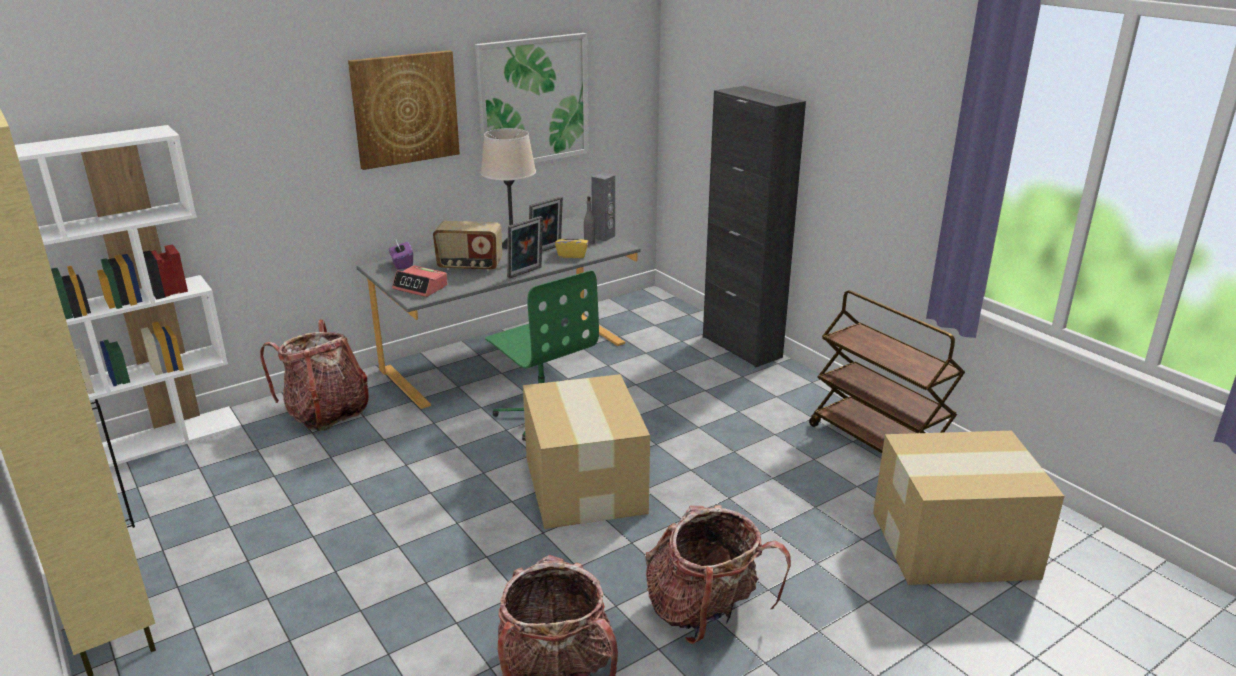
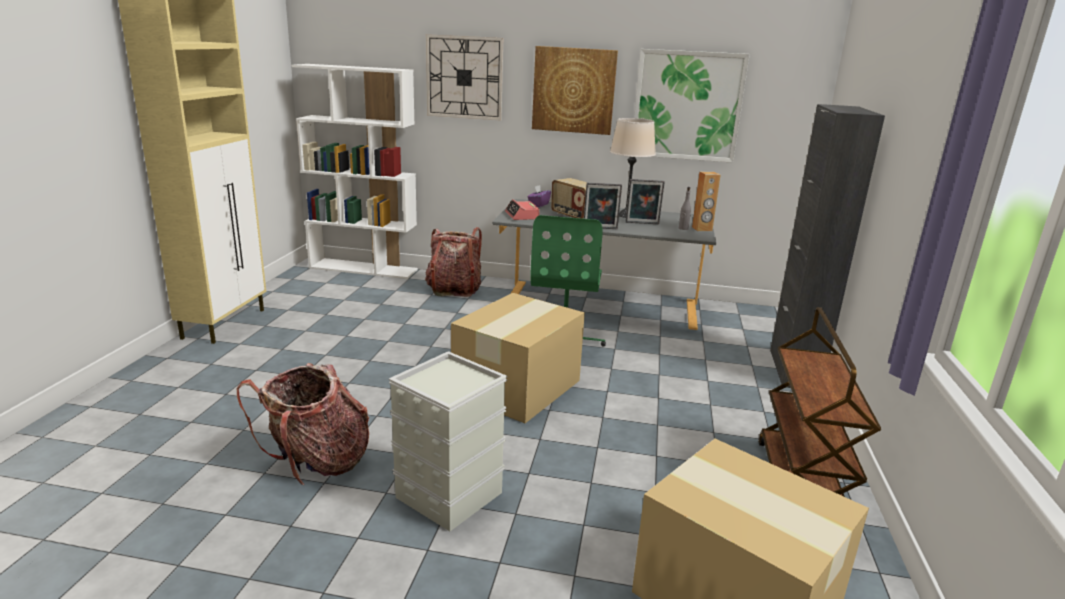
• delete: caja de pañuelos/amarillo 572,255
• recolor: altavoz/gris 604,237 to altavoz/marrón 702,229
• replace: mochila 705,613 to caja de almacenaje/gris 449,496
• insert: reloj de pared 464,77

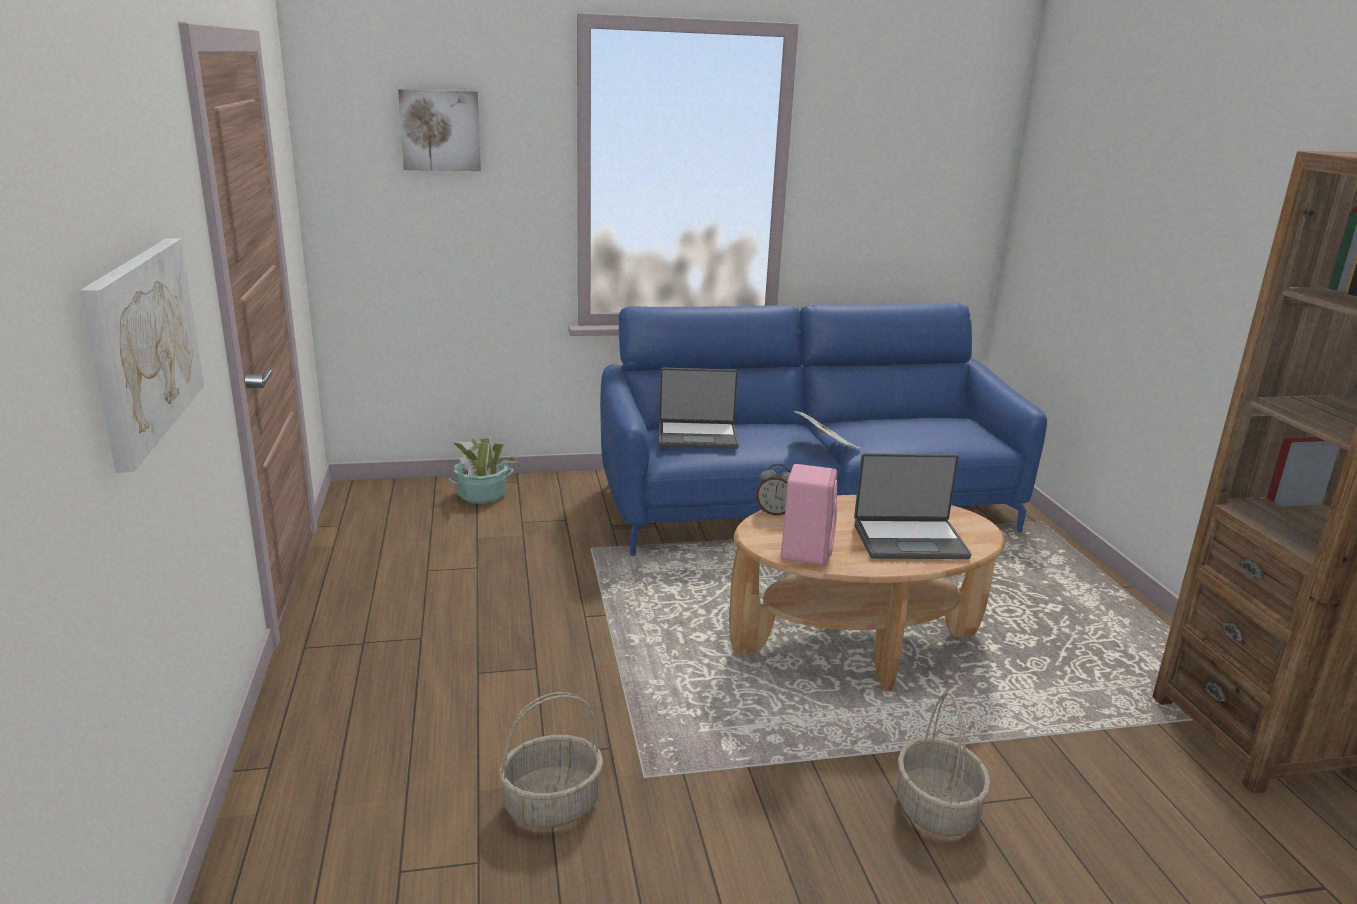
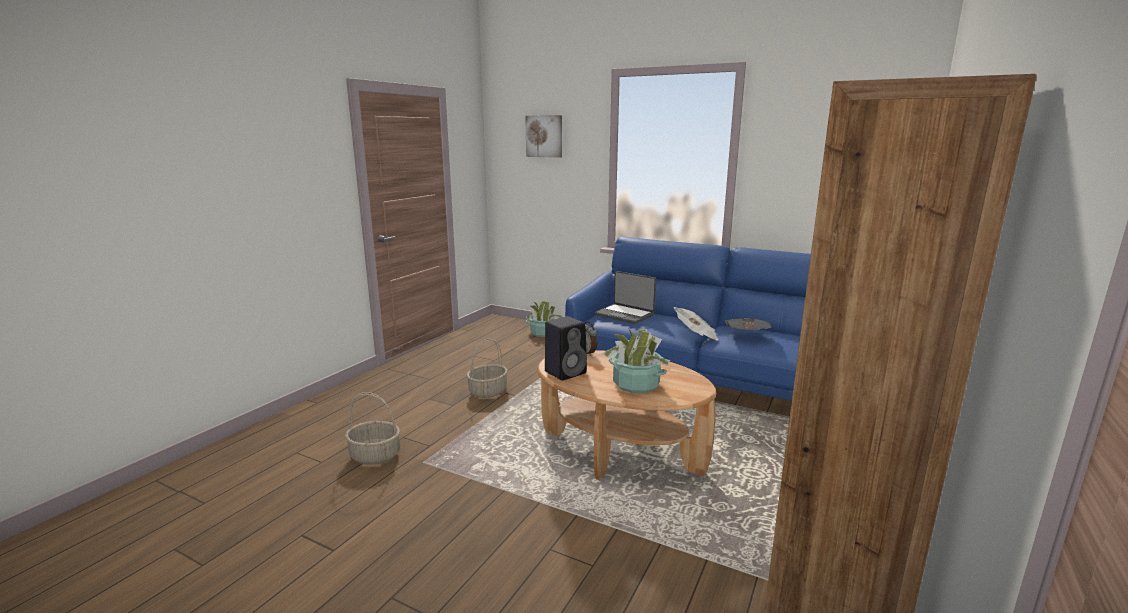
• delete: cuadro 142,345
• recolor: altavoz/rosa 806,551 to altavoz/negro 566,372
• replace: portátil 909,540 to planta en maceta 636,384
• move: cesta 935,808 to 488,391
• insert: periódico 746,336

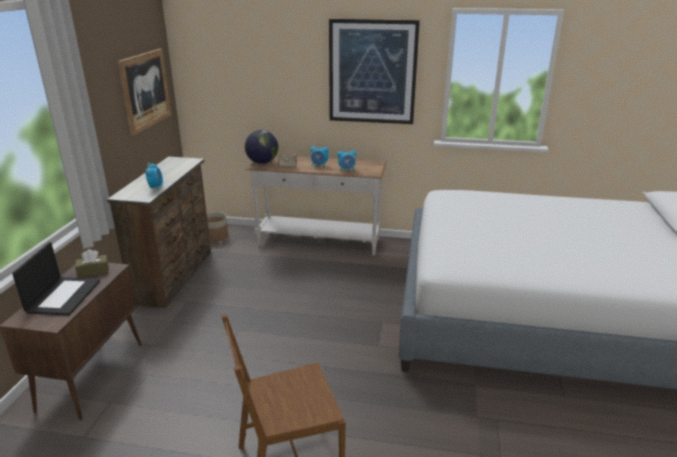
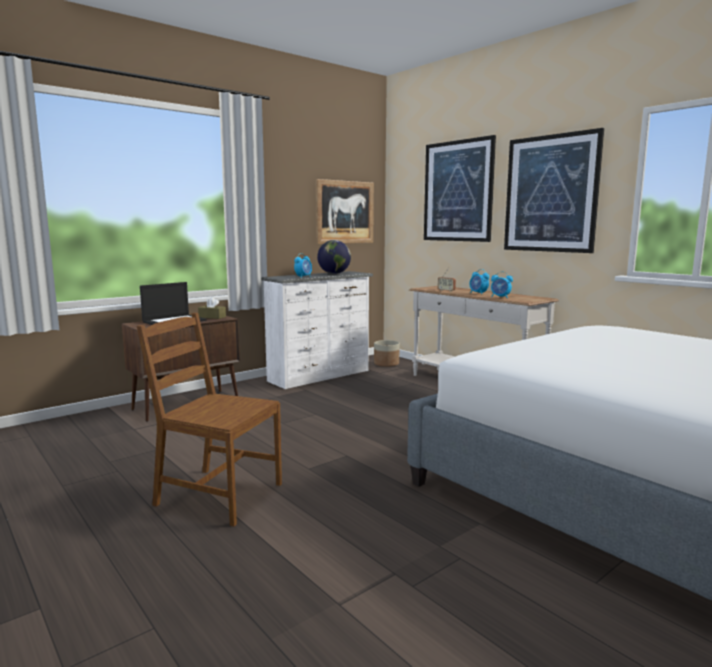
• recolor: cómoda/marrón 176,276 to cómoda/blanco 320,376
• move: globo terráqueo 262,162 to 334,273
• insert: cuadro 458,191

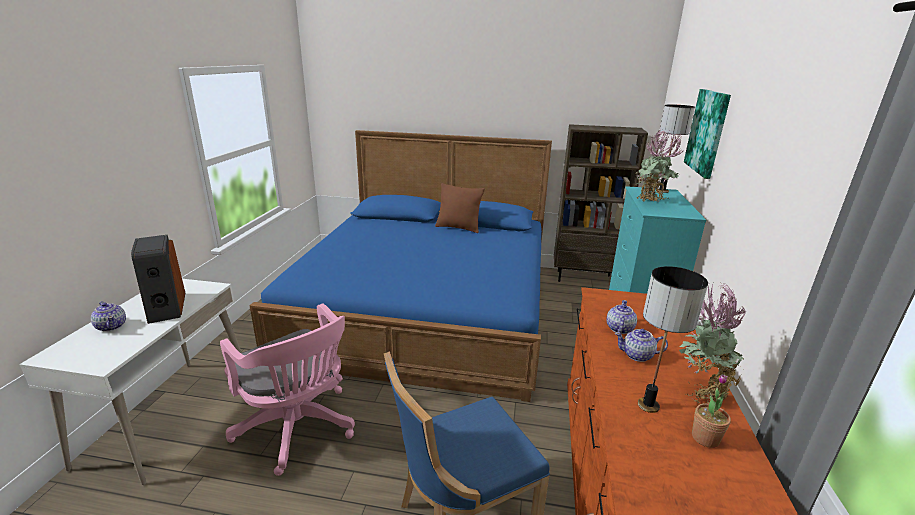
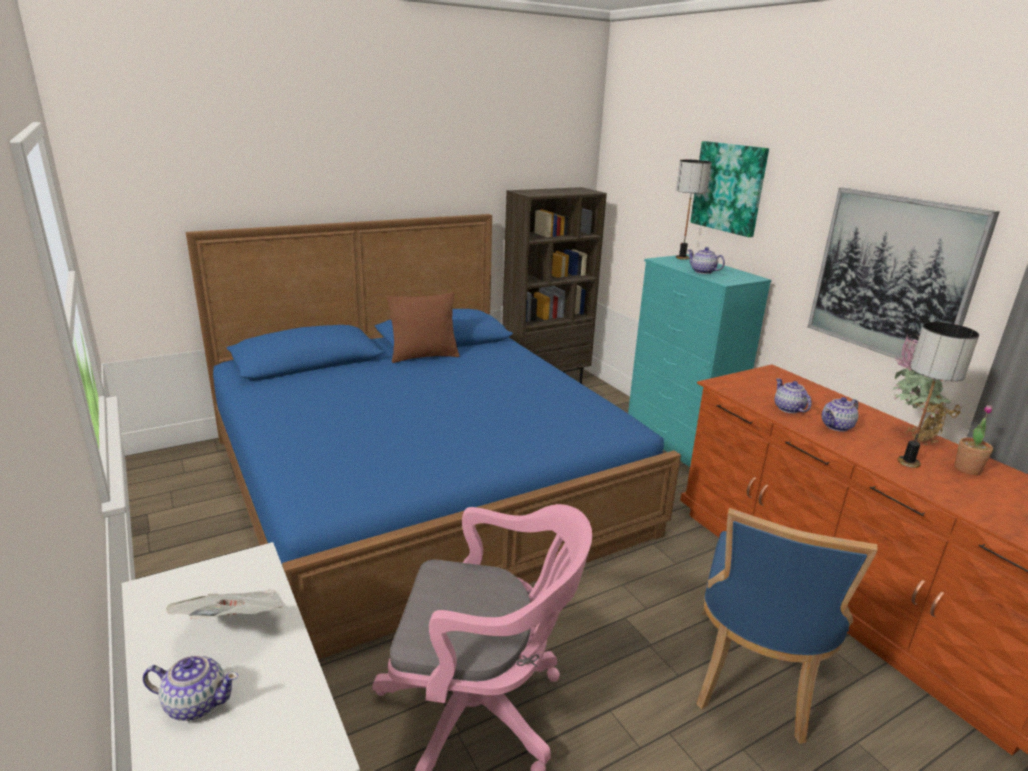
• replace: altavoz 166,307 to periódico 235,625
• replace: planta en maceta 651,202 to tetera 703,272
• insert: cuadro 892,276

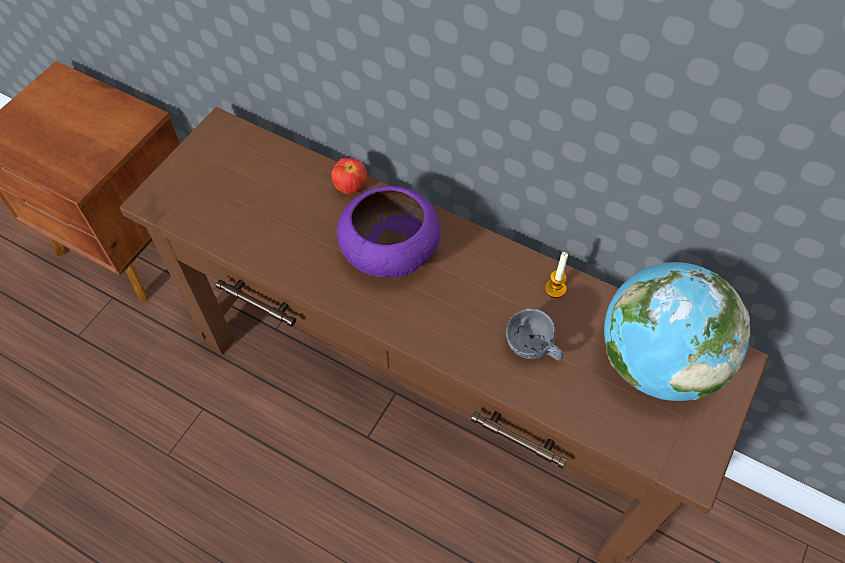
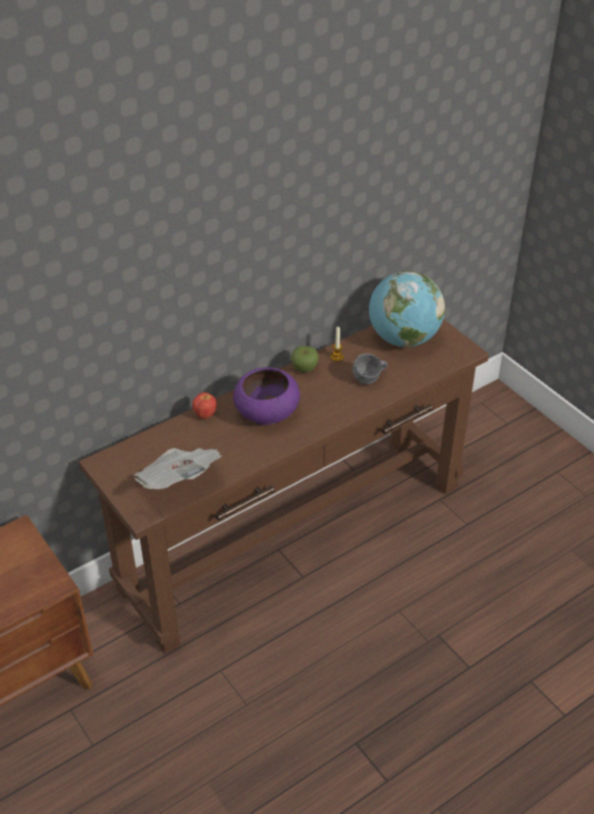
• insert: periódico 178,482
• insert: manzana 304,369

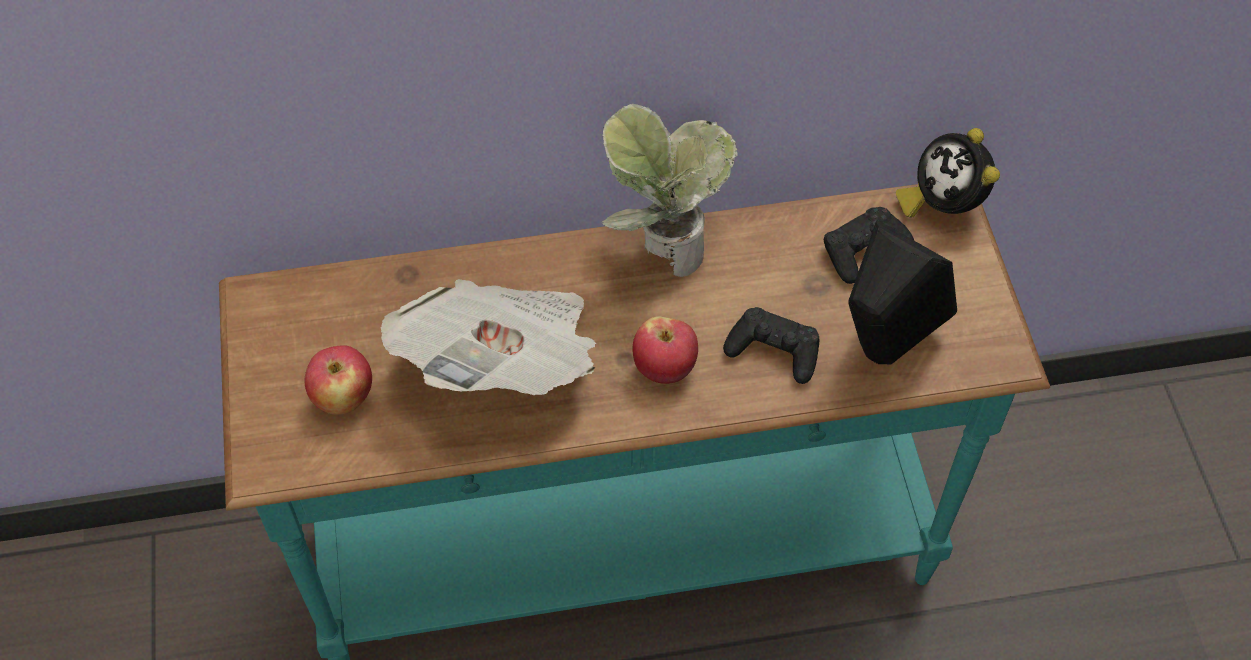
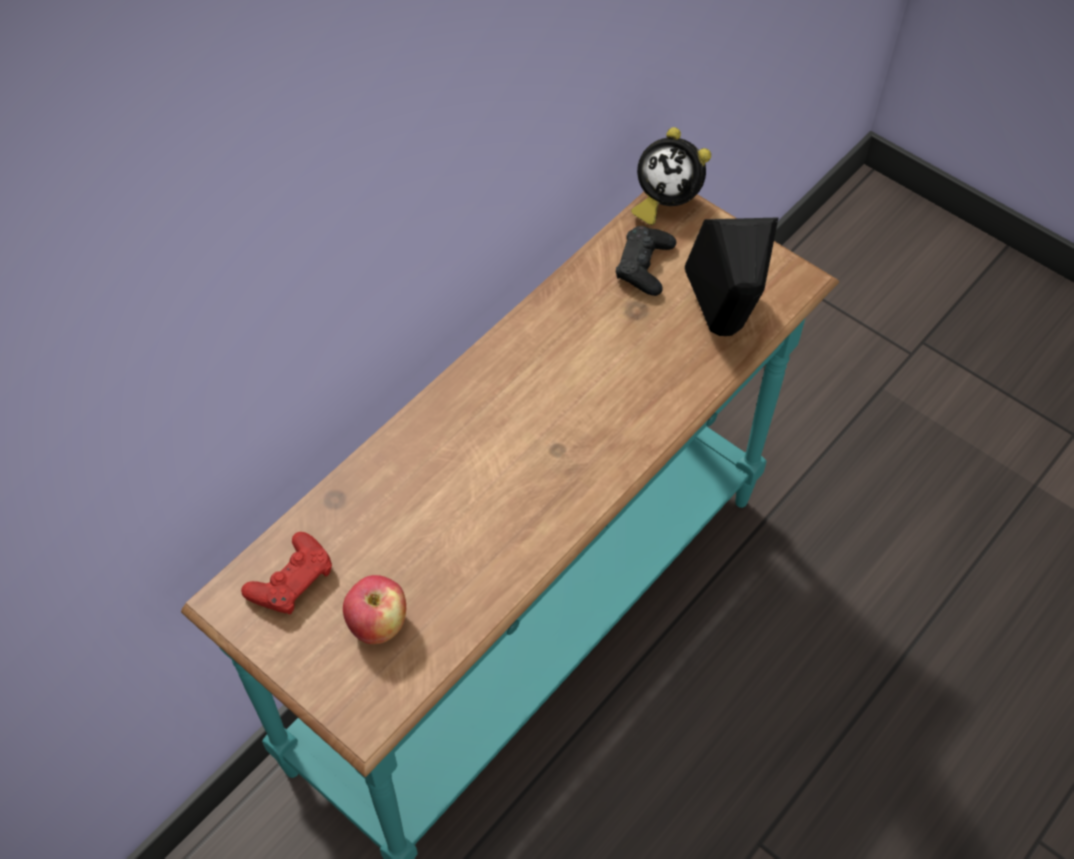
• delete: periódico 503,364
• delete: planta en maceta 660,248
• delete: manzana 665,368
• delete: mando de consola/negro 774,350
• insert: mando de consola/rojo 291,580

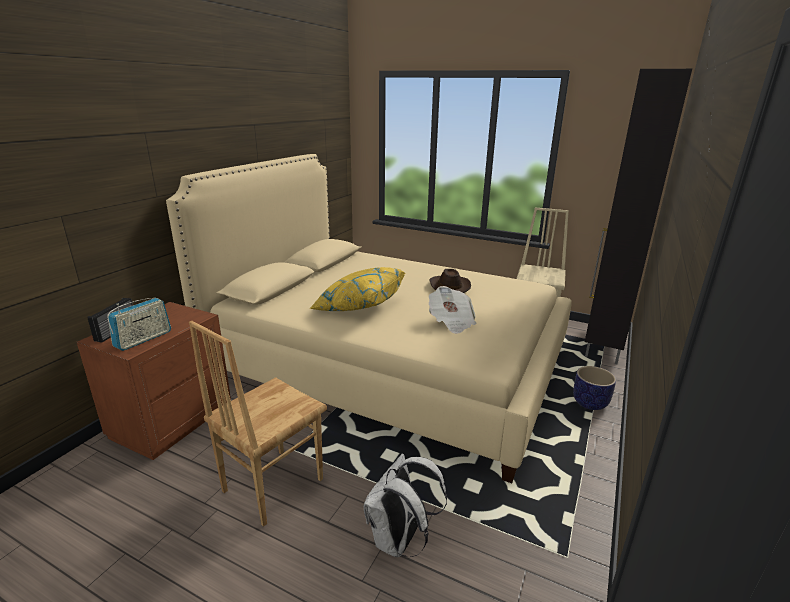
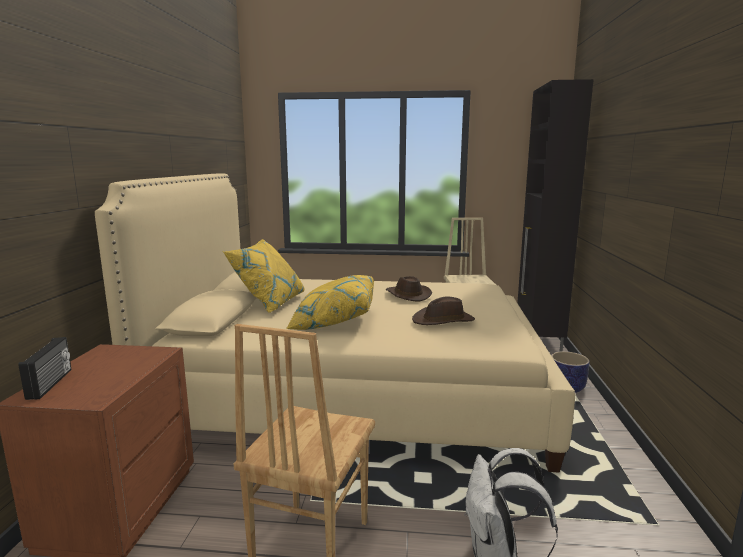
• delete: radio 143,339
• replace: periódico 451,322 to sombrero/marrón 443,320
• insert: cojín/amarillo 269,303

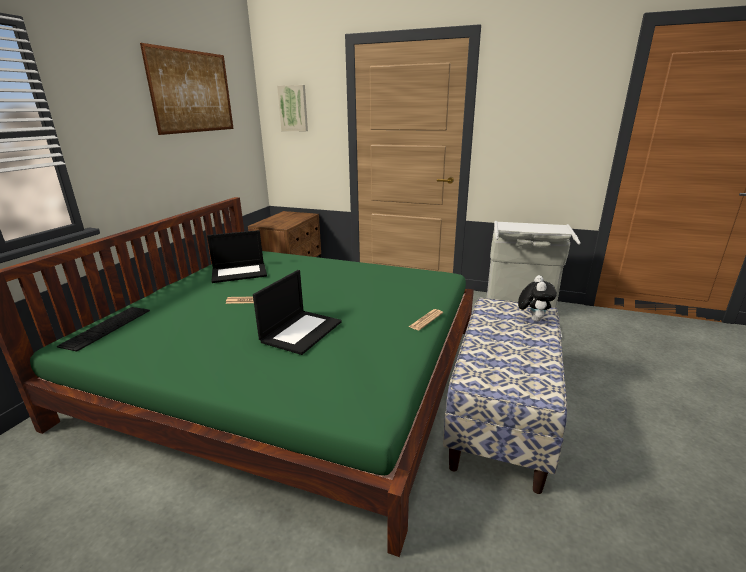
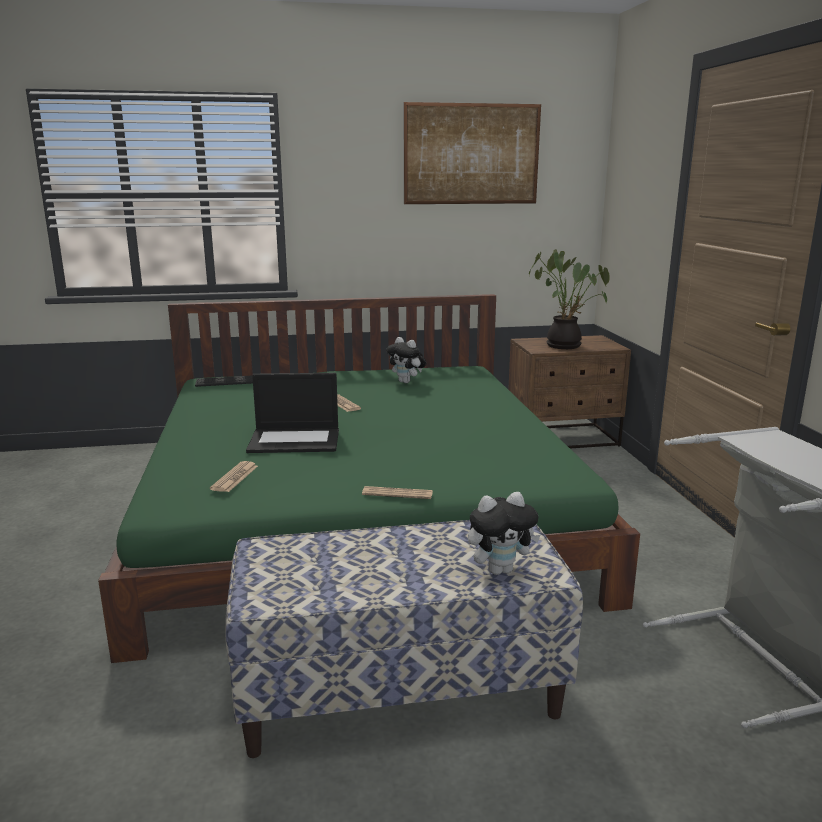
• replace: portátil 240,272 to peluche 407,382
• delete: cuadro 293,108
• insert: periódico 235,477
• insert: planta en maceta 565,345

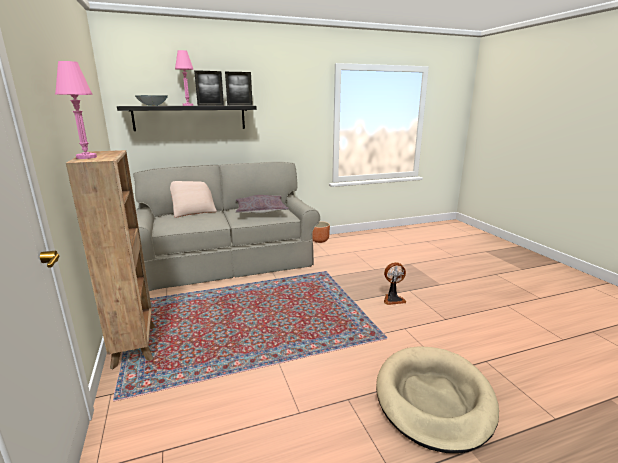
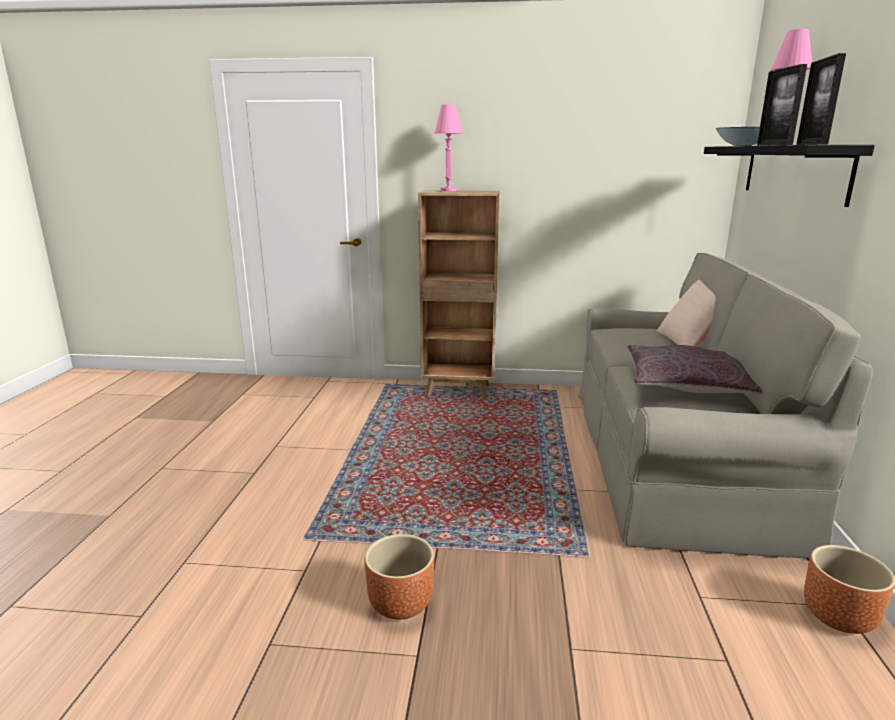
• delete: cama para perro/beis 433,399
• replace: ventilador 393,299 to maceta/marrón 401,604

